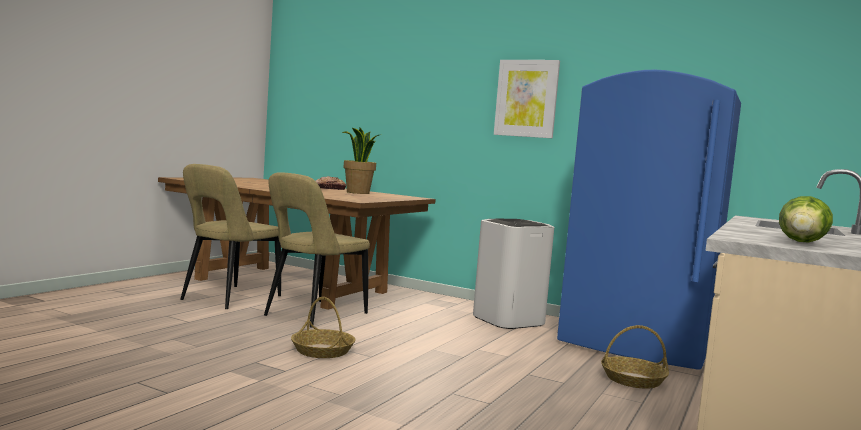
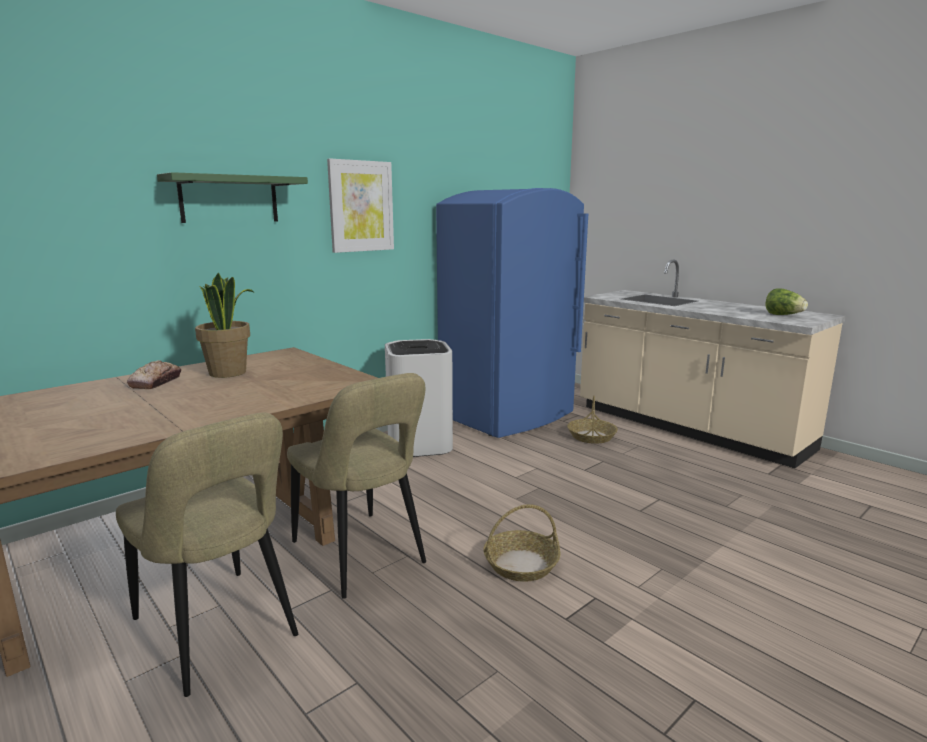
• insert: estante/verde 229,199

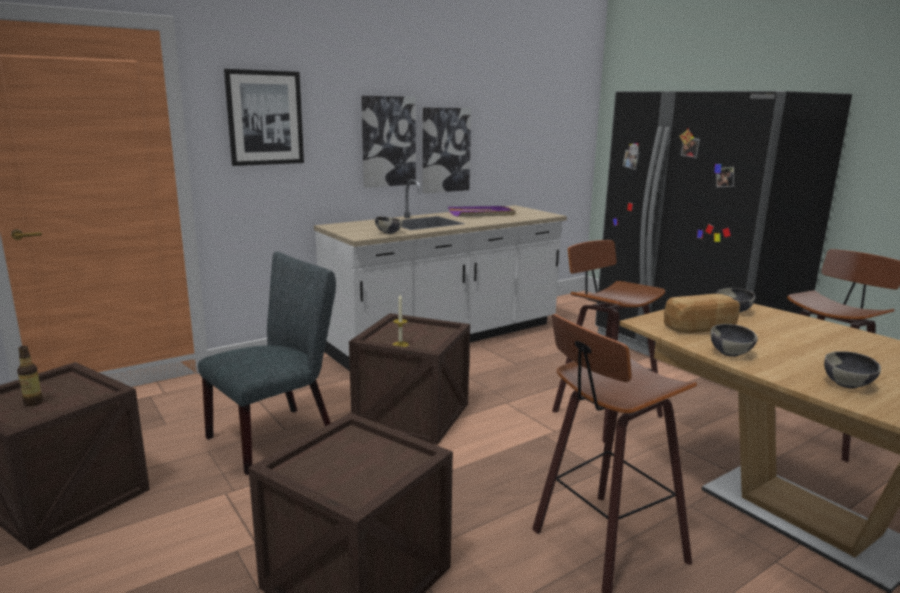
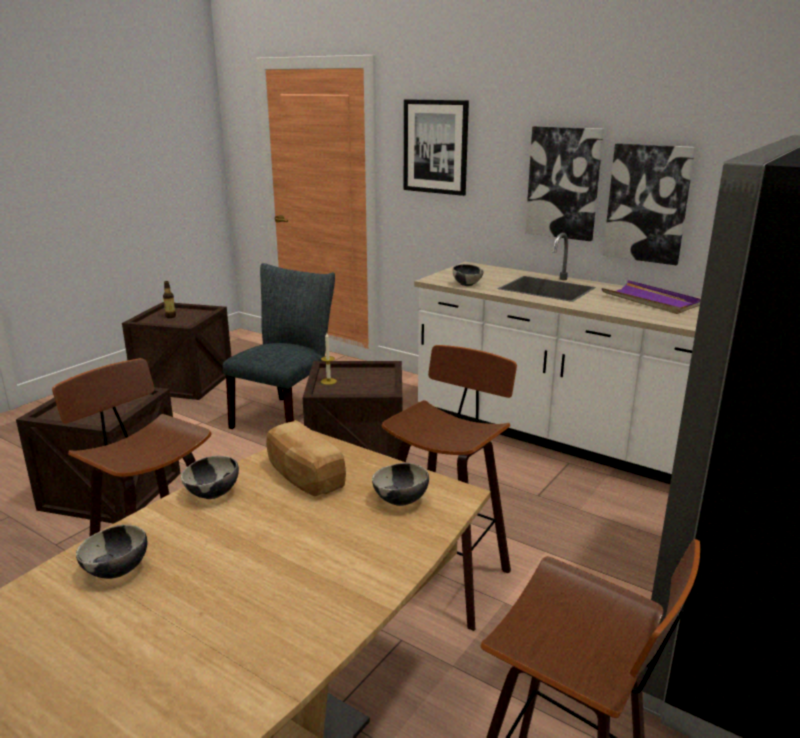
• rotate: silla/gris 279,435 = 288,416 90 degrees counterclockwise

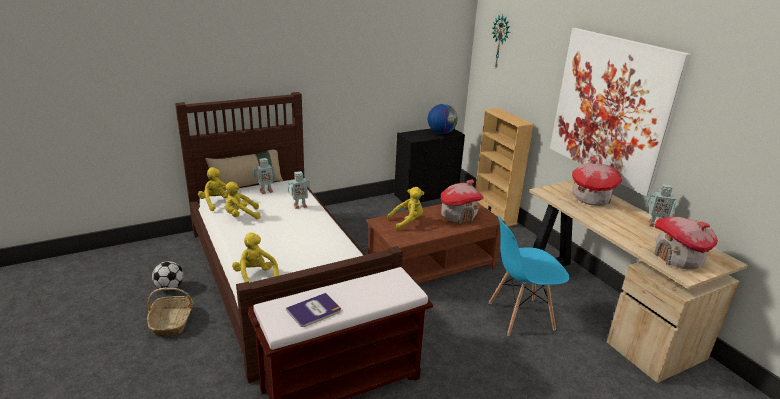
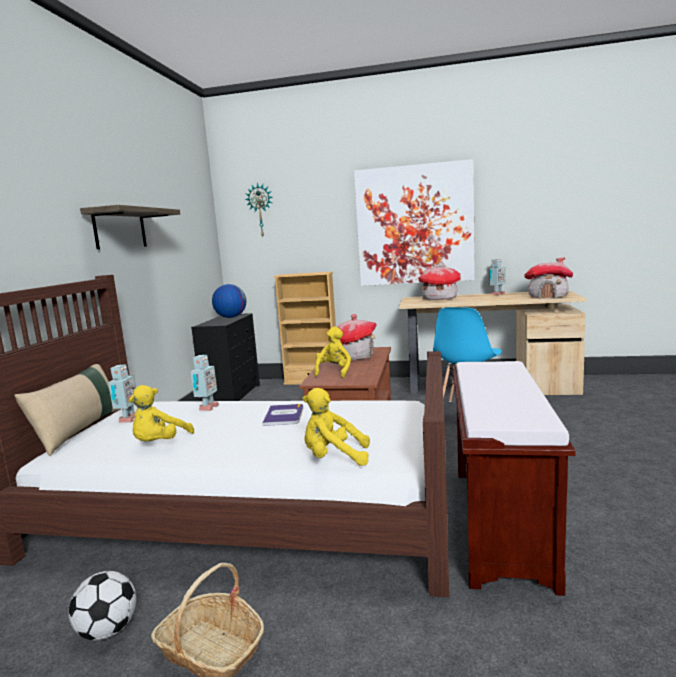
• delete: peluche/amarillo 217,203
• move: libro 314,310 to 284,415
• insert: estante 120,229

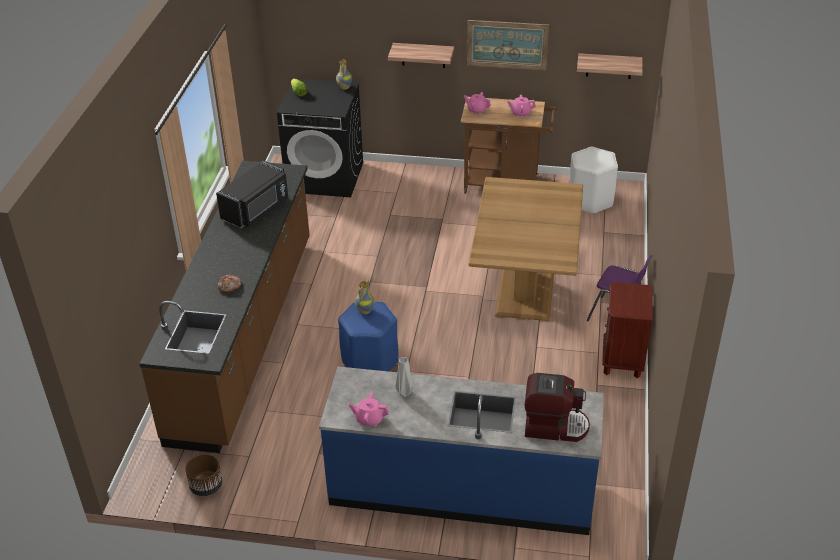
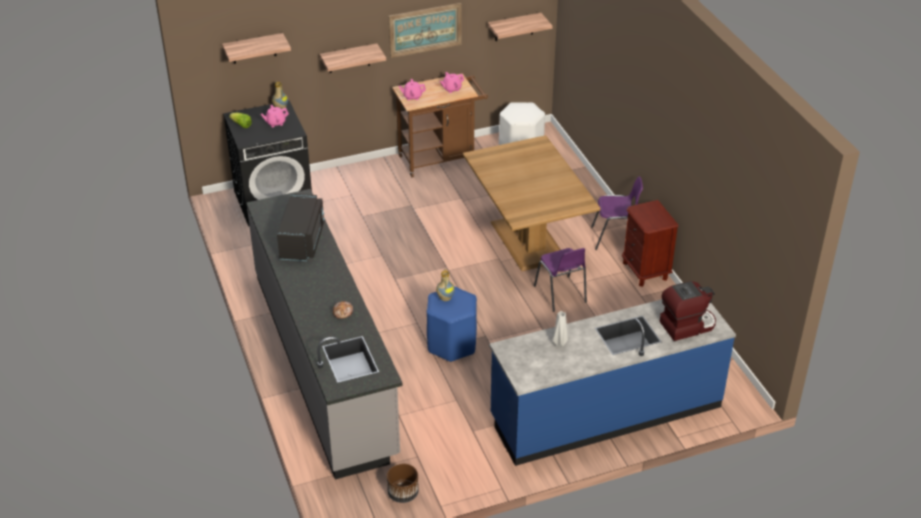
• recolor: mueble bajo de cocina/marrón 245,335 to mueble bajo de cocina/gris 325,362
• move: tetera/rosa 369,419 to 275,123
• insert: estante 254,48
• insert: silla/morado 561,295

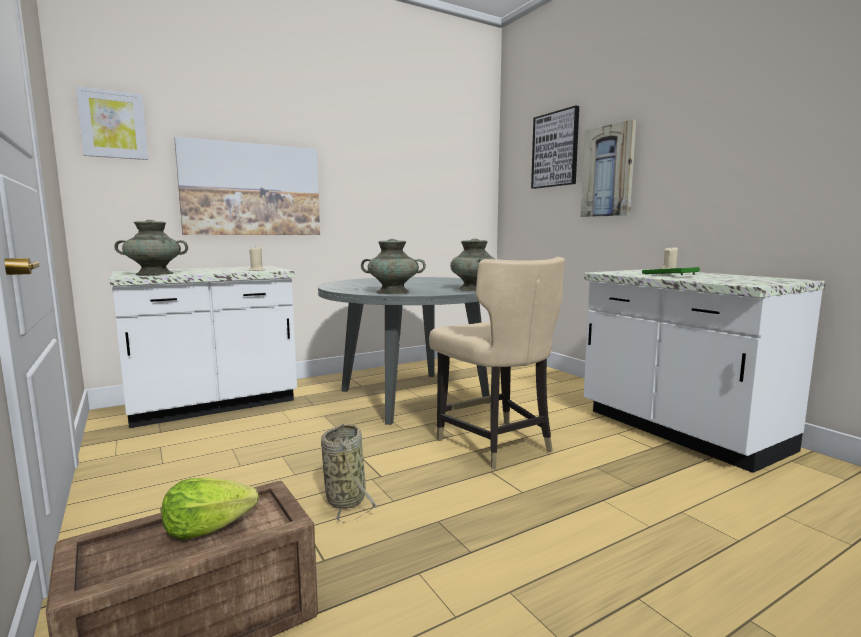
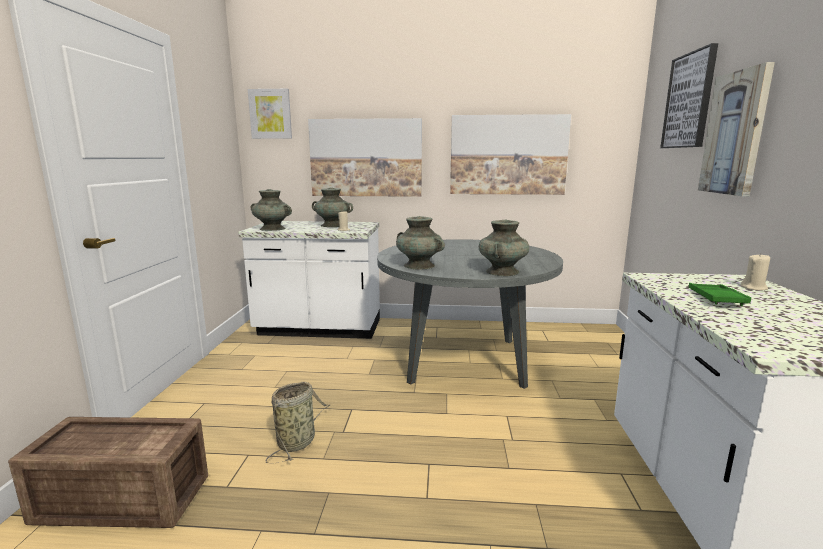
• delete: lechuga 207,529
• delete: silla/beis 495,444
• insert: florero/turquesa 332,225
• insert: cuadro 508,155

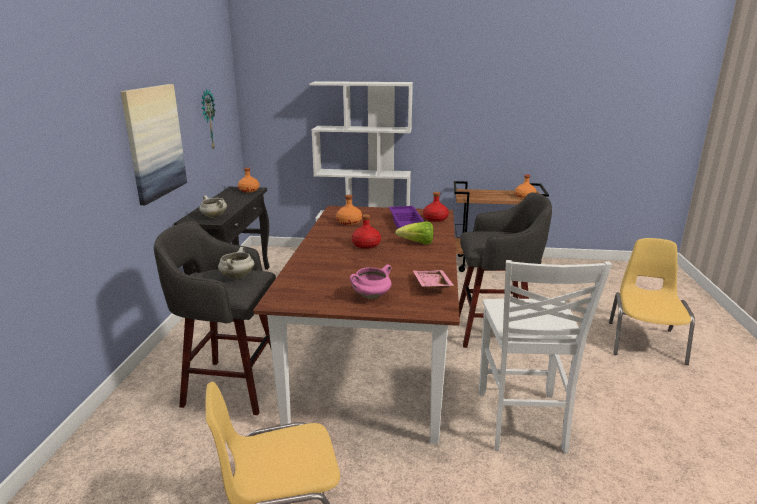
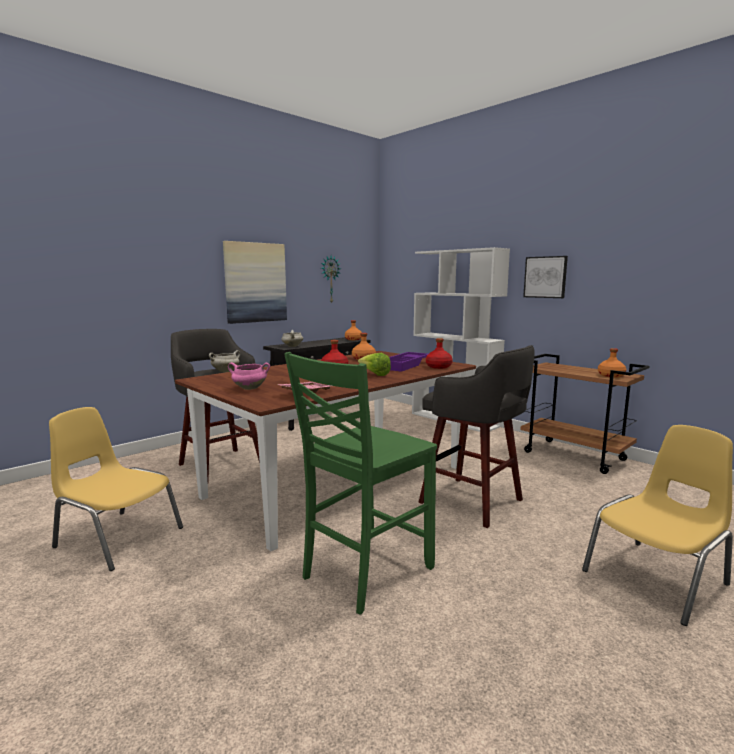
• recolor: silla/blanco 521,422 to silla/verde 364,572
• insert: cuadro 545,277

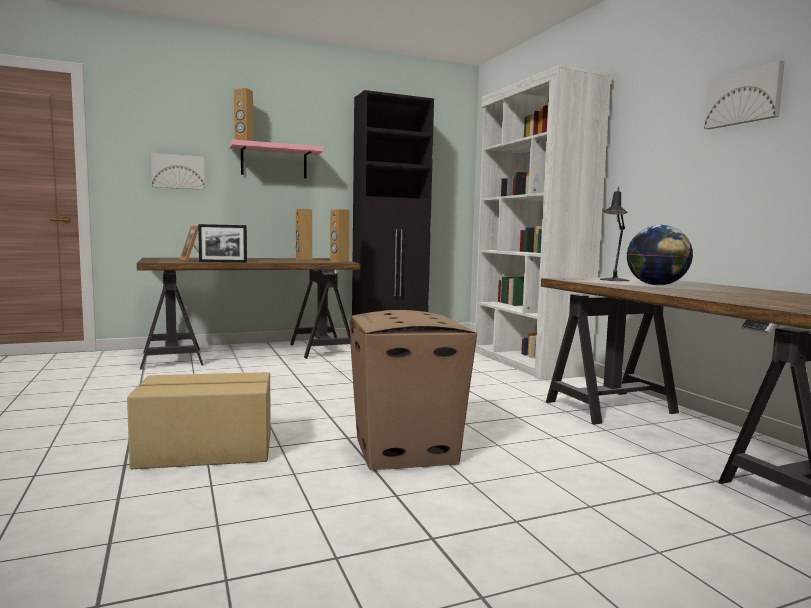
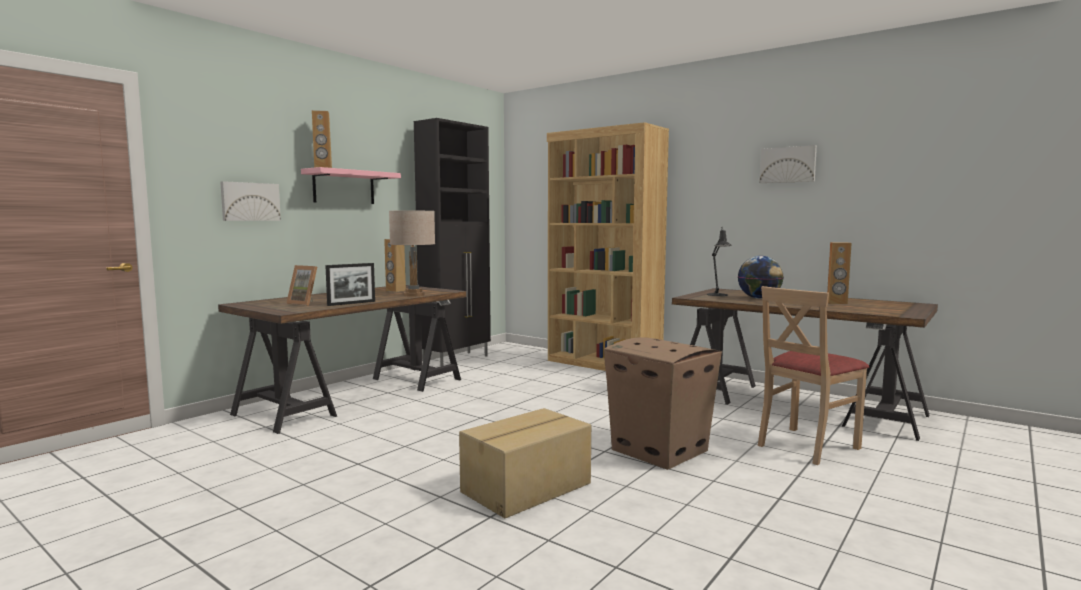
• move: altavoz/marrón 339,261 to 837,303
• recolor: estantería/blanco 527,363 to estantería/marrón 603,364
• insert: lámpara de mesa/beis 414,295
• insert: silla/beis 806,446

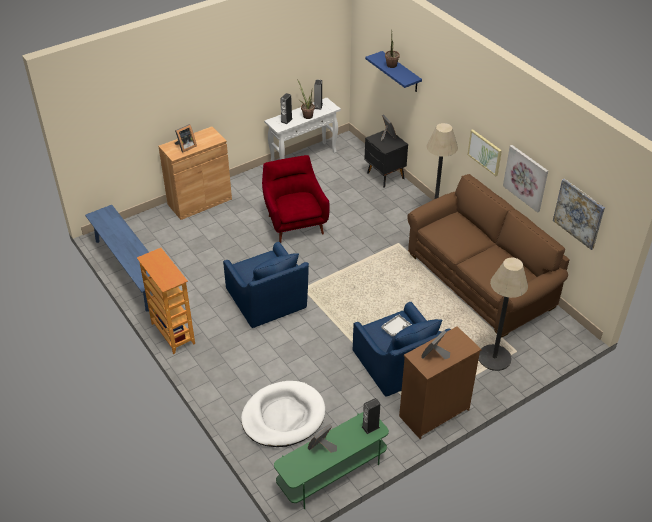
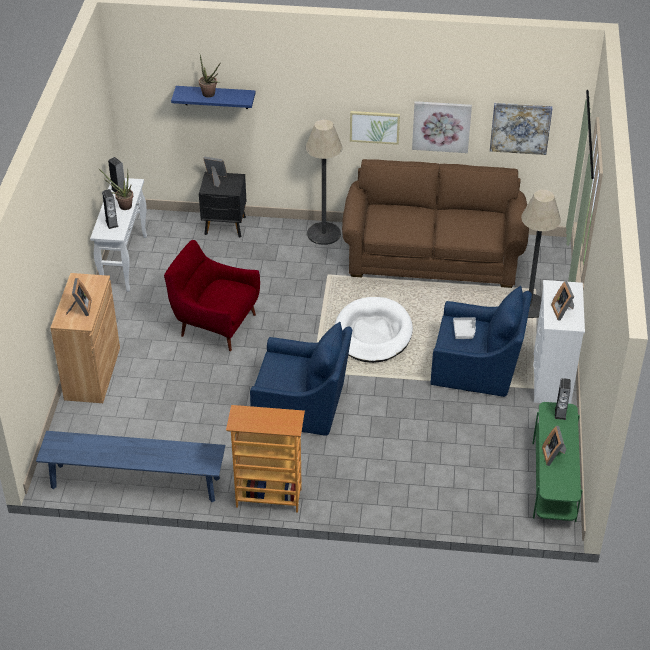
• move: cama para perro/blanco 283,416 to 373,333
• recolor: cómoda/marrón 433,413 to cómoda/blanco 551,379

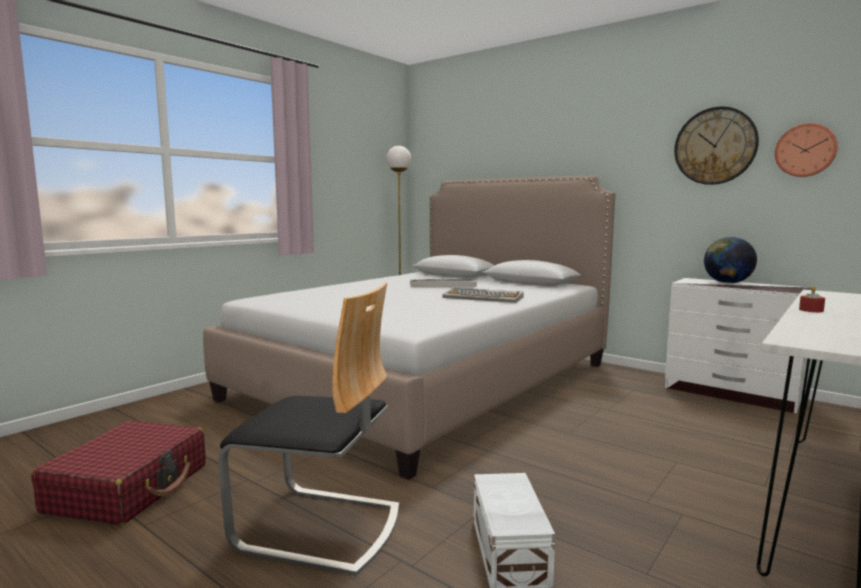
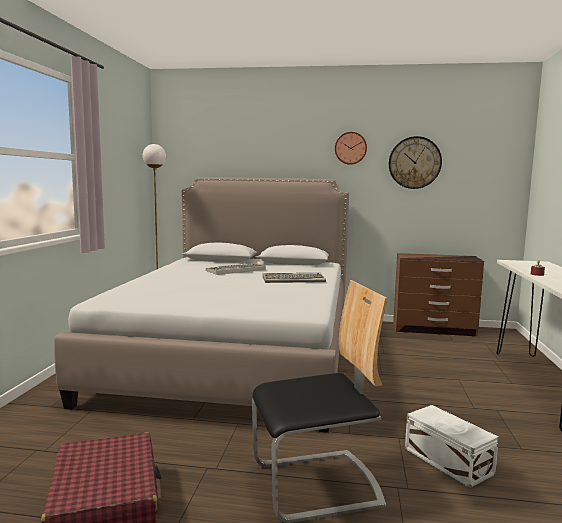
• recolor: cómoda/blanco 731,393 to cómoda/marrón 434,329
• delete: globo terráqueo 727,283
• move: reloj de pared 805,150 to 350,148

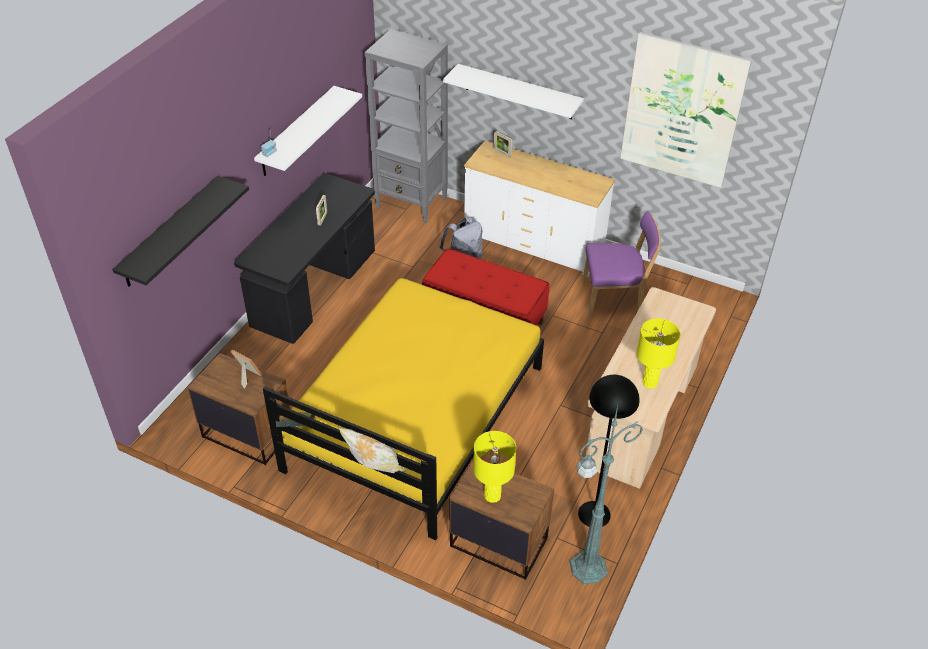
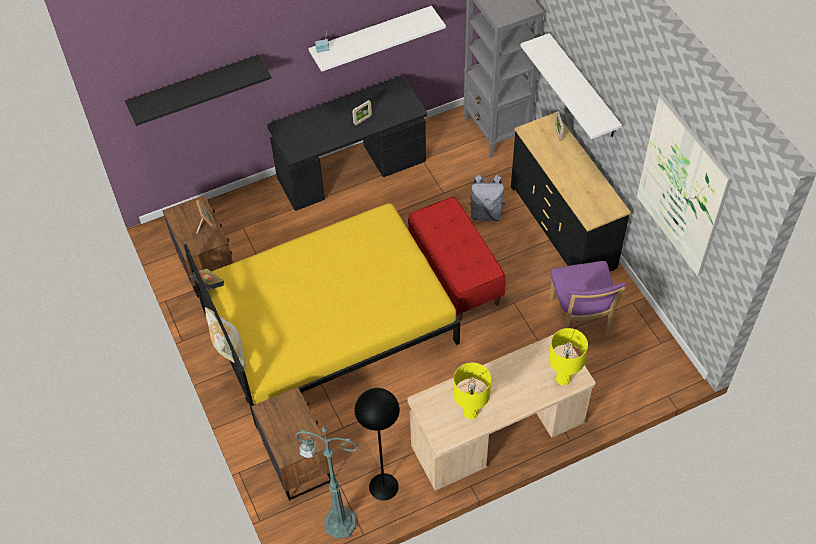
• recolor: cómoda/blanco 533,243 to cómoda/negro 563,226
• move: lámpara de mesa/amarillo 492,495 to 563,379
• rotate: silla/morado 614,299 = 580,319 45 degrees clockwise

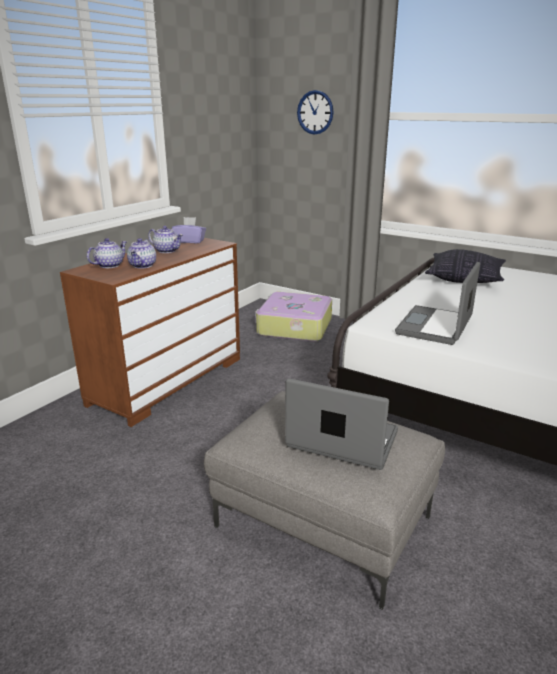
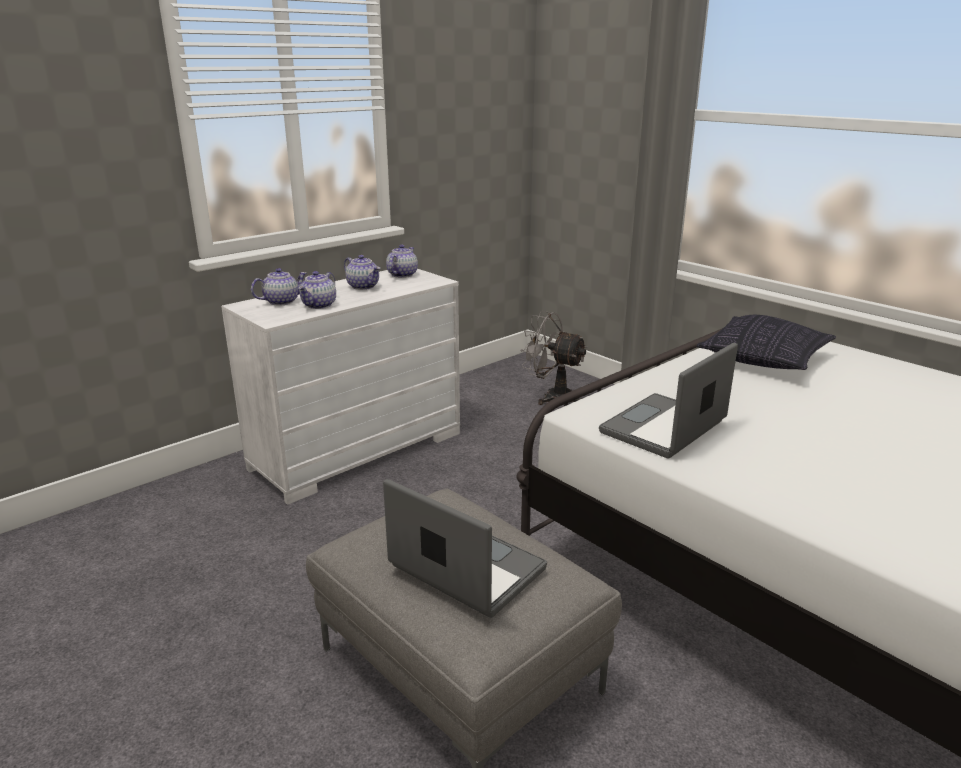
• recolor: cómoda/marrón 167,380 to cómoda/blanco 357,450
• replace: caja de pañuelos/morado 190,241 to tetera 402,275
• replace: maleta 293,327 to ventilador/gris 552,397
• delete: reloj de pared 315,112

